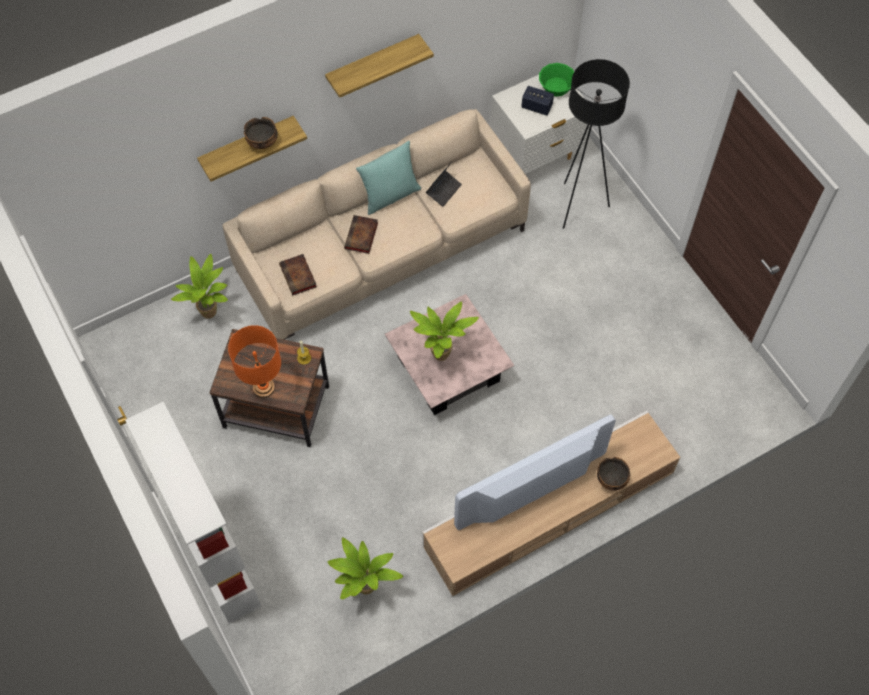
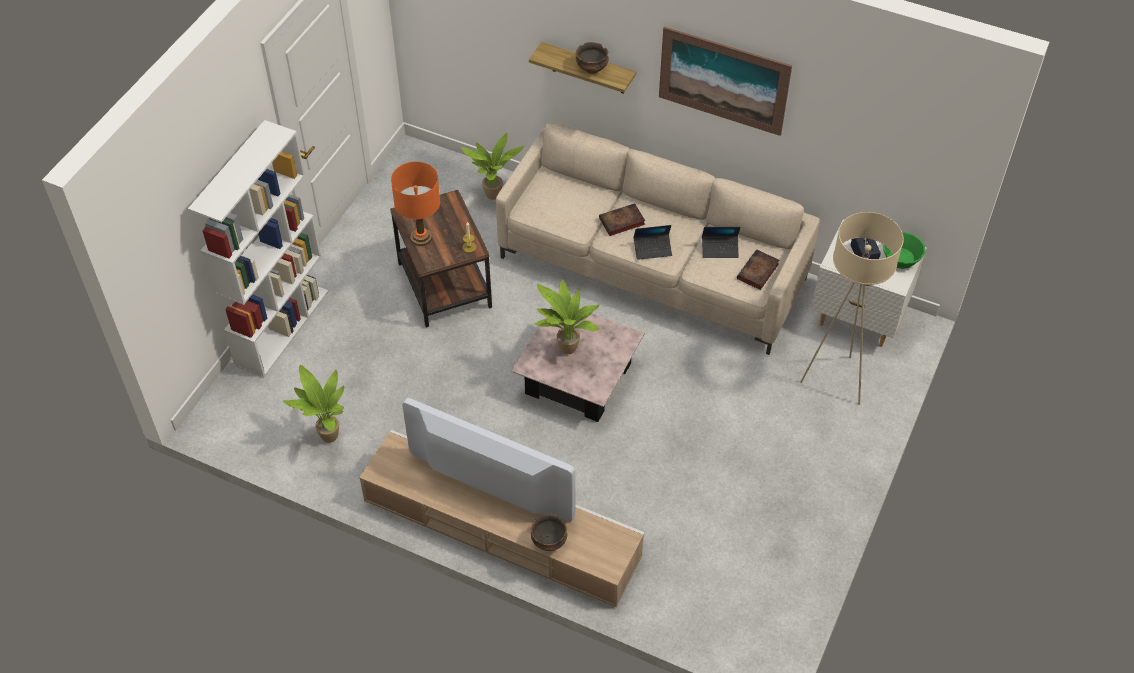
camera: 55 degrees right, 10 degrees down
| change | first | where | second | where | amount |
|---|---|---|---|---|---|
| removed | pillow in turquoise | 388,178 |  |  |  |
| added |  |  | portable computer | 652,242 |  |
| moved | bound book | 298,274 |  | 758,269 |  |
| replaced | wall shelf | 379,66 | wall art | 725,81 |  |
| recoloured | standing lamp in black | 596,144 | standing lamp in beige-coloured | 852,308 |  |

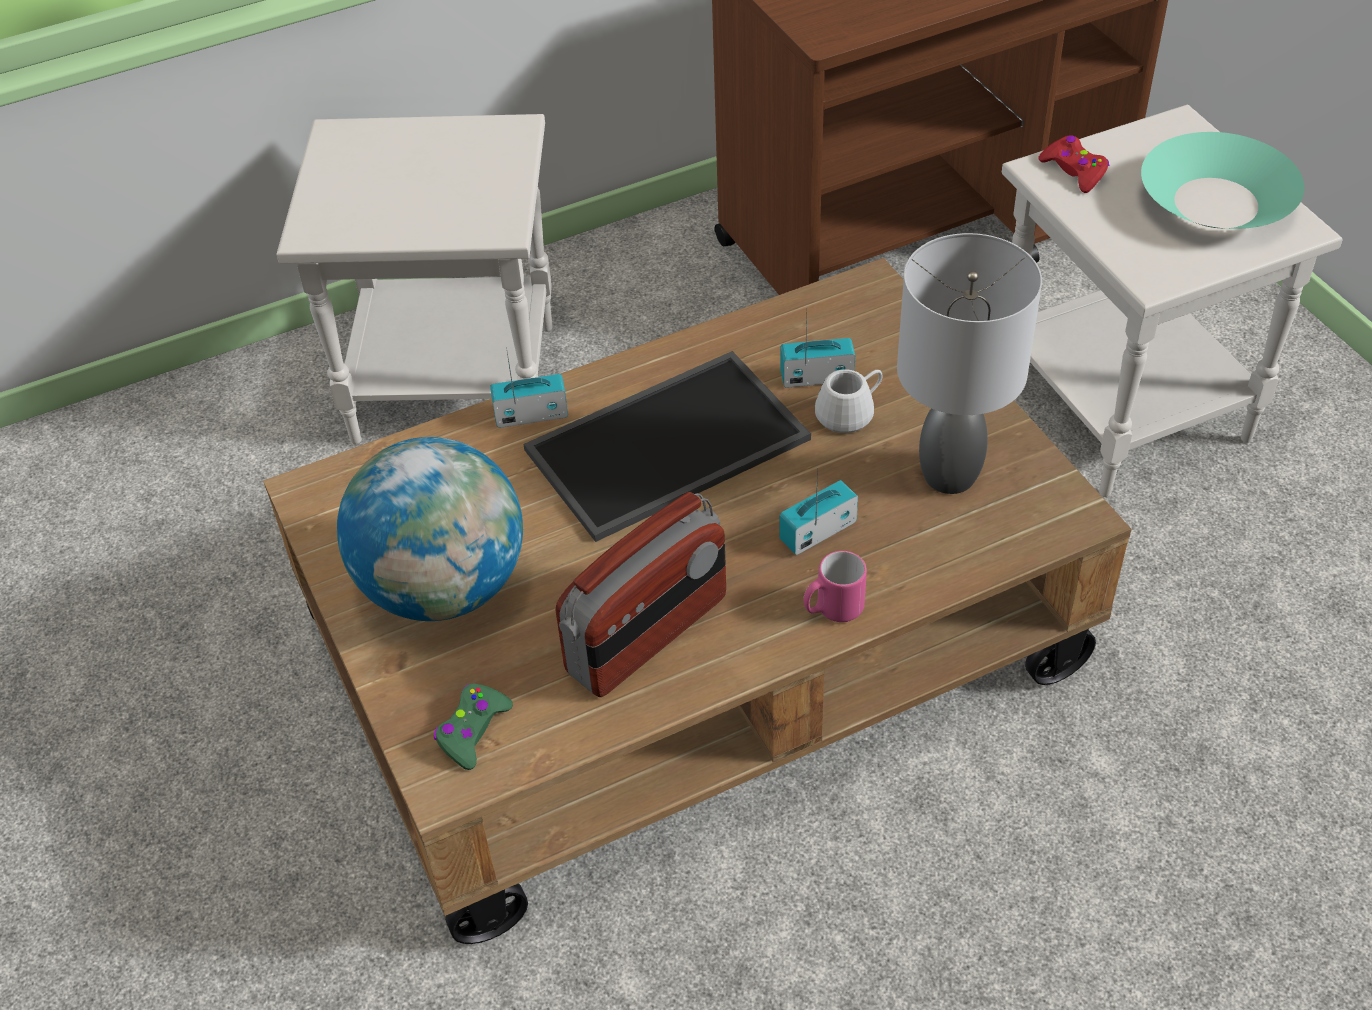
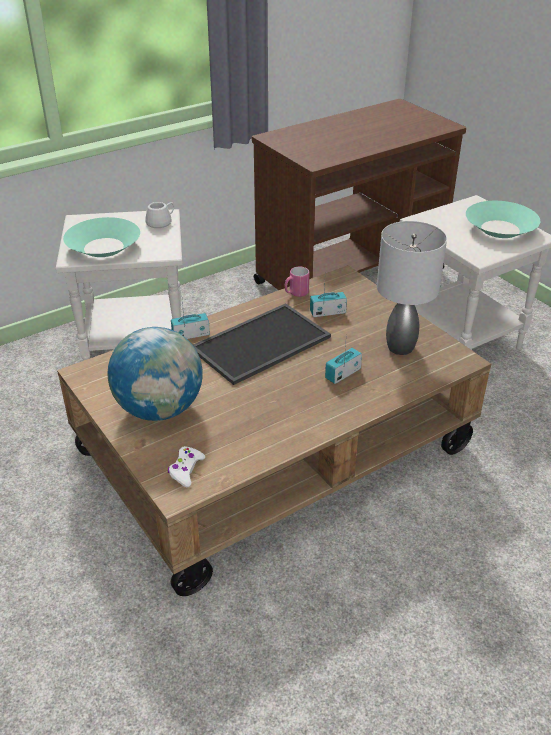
camera: 10 degrees left, 10 degrees down
| change | first | where | second | where | amount |
|---|---|---|---|---|---|
| removed | radio set | 641,594 |  |  |  |
| removed | gamepad in red | 1073,164 |  |  |  |
| added |  |  | bowl in turquoise | 101,237 |  |
| moved | mug in pink | 835,586 |  | 297,282 |  |
| moved | mug in whitish | 848,401 |  | 160,215 |  |
| recoloured | gamepad in green | 473,727 | gamepad in whitish | 186,466 |  |

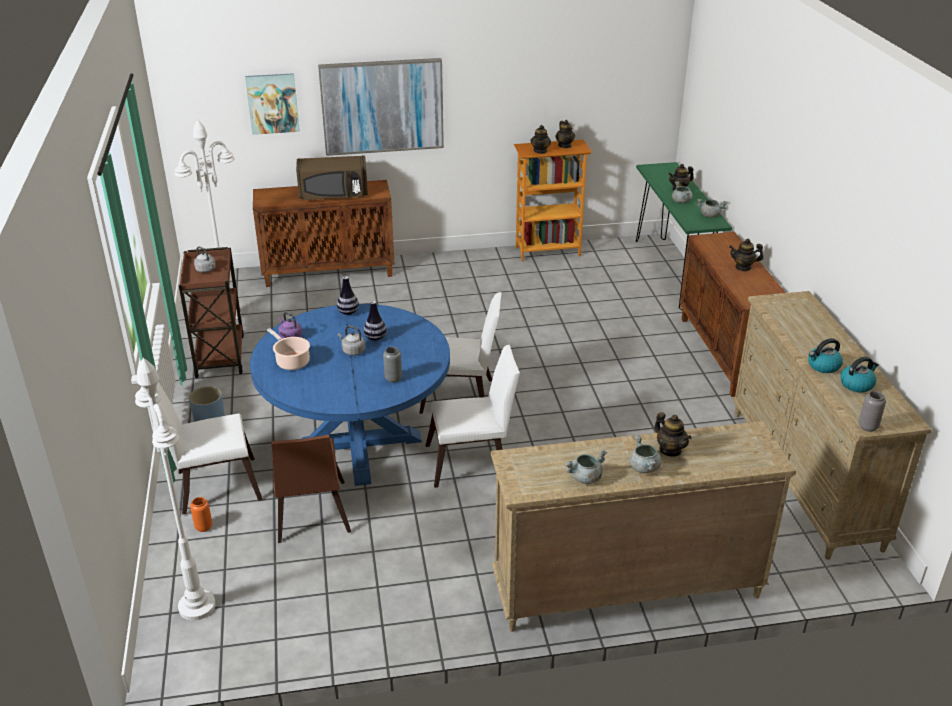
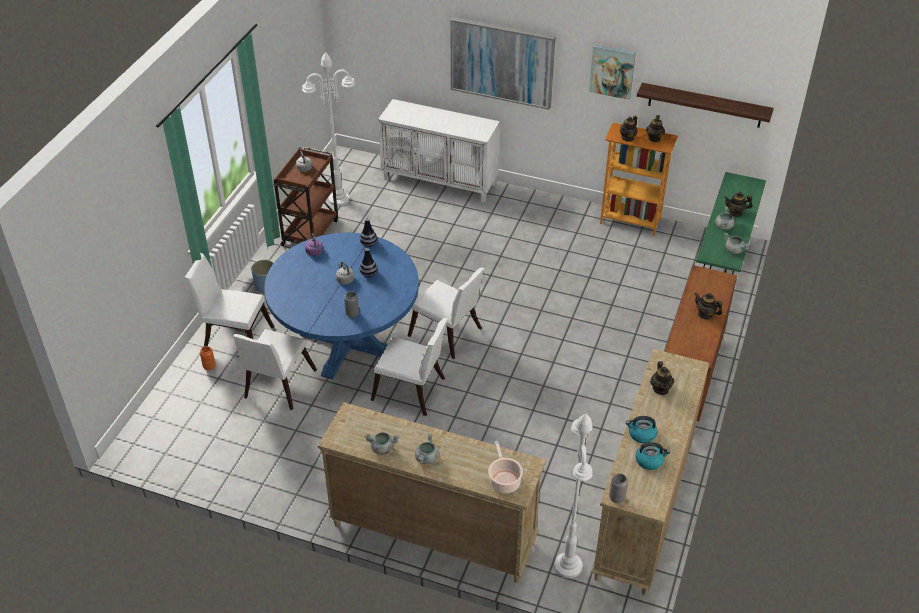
camera: 30 degrees right, 10 degrees up
| change | first | where | second | where | amount |
|---|---|---|---|---|---|
| removed | kitchen microwave in brown | 332,178 |  |  |  |
| added |  |  | wall shelf | 705,105 |  |
| moved | standing lamp in whitish | 175,489 |  | 573,496 |  |
| moved | wall art | 272,104 |  | 612,72 |  |
| moved | stockpot | 288,349 |  | 505,467 |  |
| moved | pot for tea | 672,434 |  | 662,378 |  |
| recoloured | storage cabinet in brown | 324,233 | storage cabinet in whitish | 439,151 |  |
| recoloured | chair in brown | 311,489 | chair in whitish | 275,369 |  |

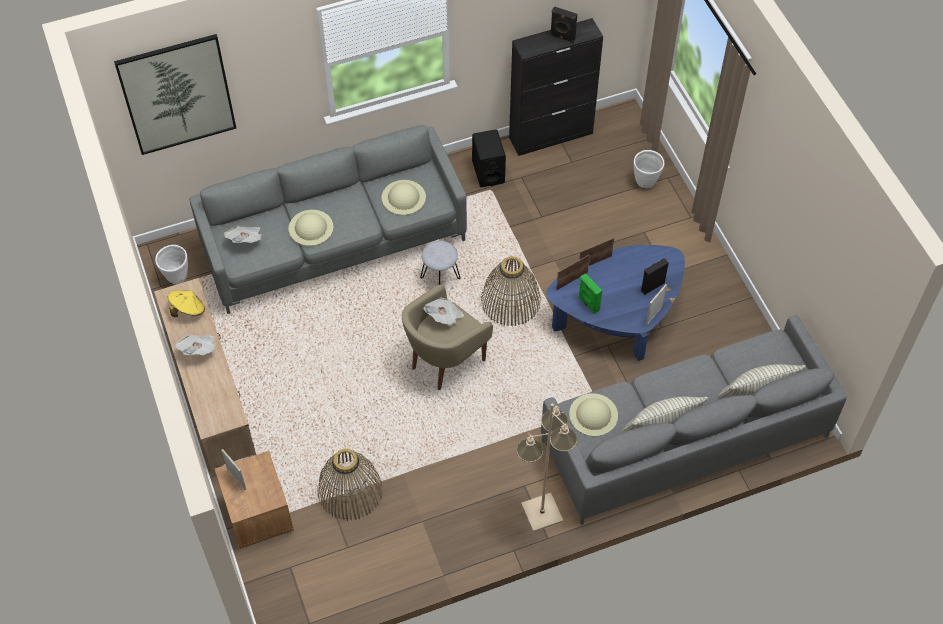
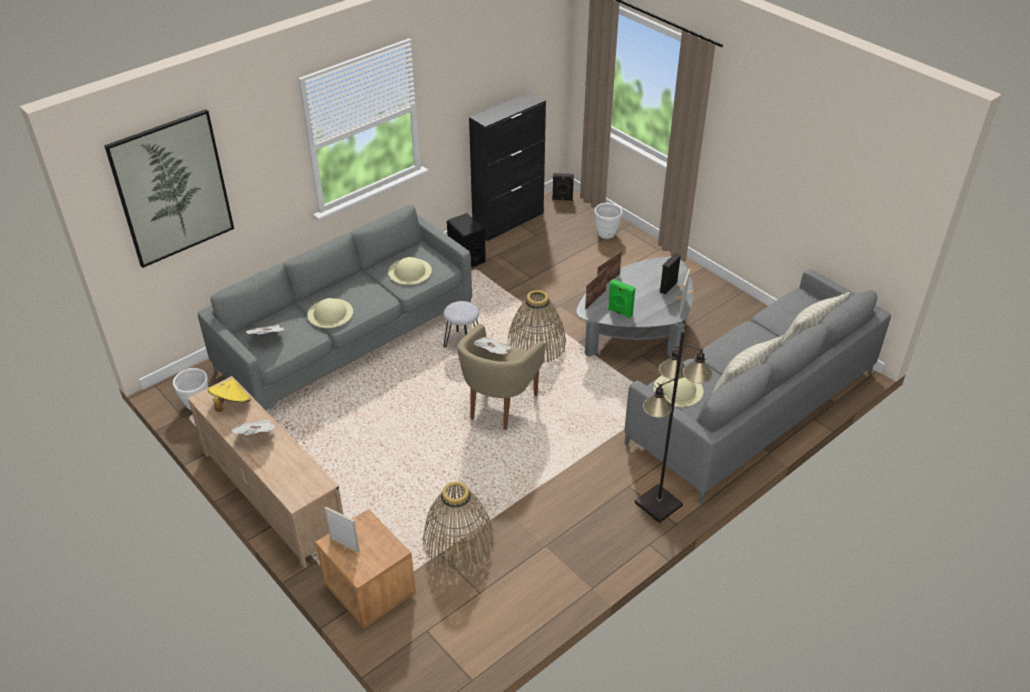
camera: 20 degrees left, 15 degrees down
| change | first | where | second | where | amount |
|---|---|---|---|---|---|
| moved | audio speaker in black | 563,24 |  | 563,187 |  |
| recoloured | standing lamp in beige-coloured | 546,467 | standing lamp in black | 674,426 |  |
| recoloured | low table in blue | 615,303 | low table in gray | 635,306 |  |

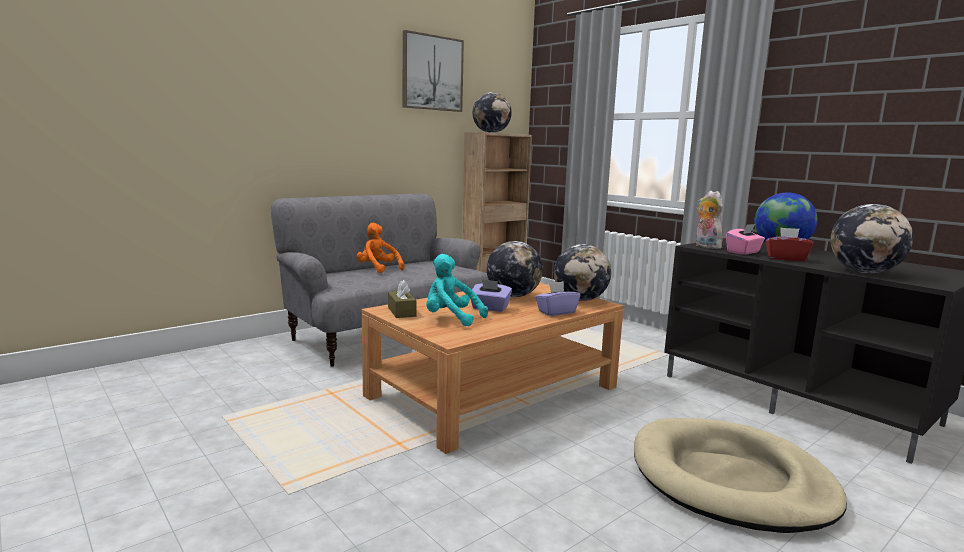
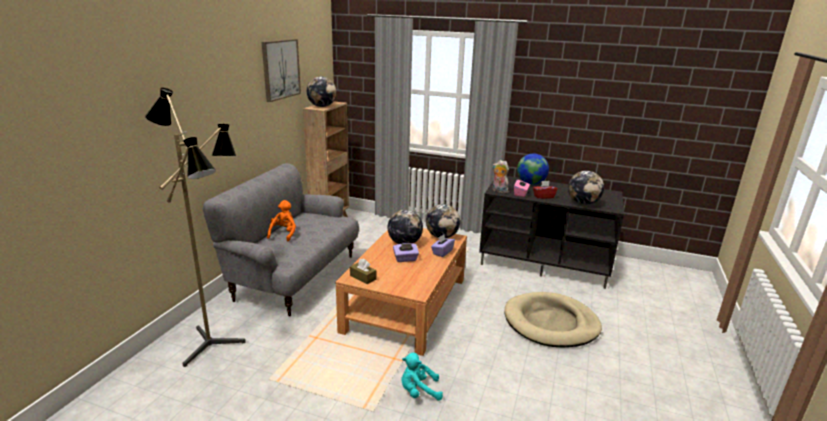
camera: 30 degrees left, 10 degrees up
| change | first | where | second | where | amount |
|---|---|---|---|---|---|
| added |  |  | standing lamp | 195,227 |  |
| moved | plush toy in turquoise | 457,290 |  | 422,377 |  |
| turned | plush toy in orange-coloured | 380,248 |  | 281,220 | 90 degrees clockwise |

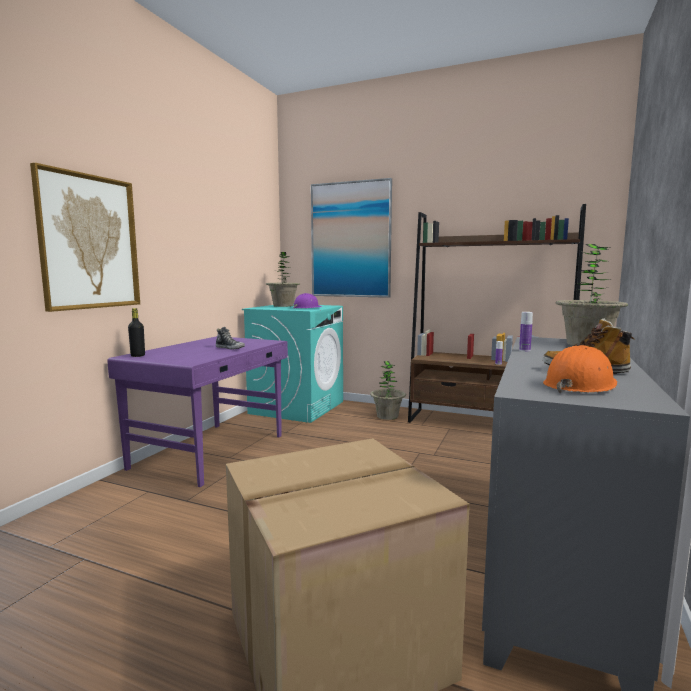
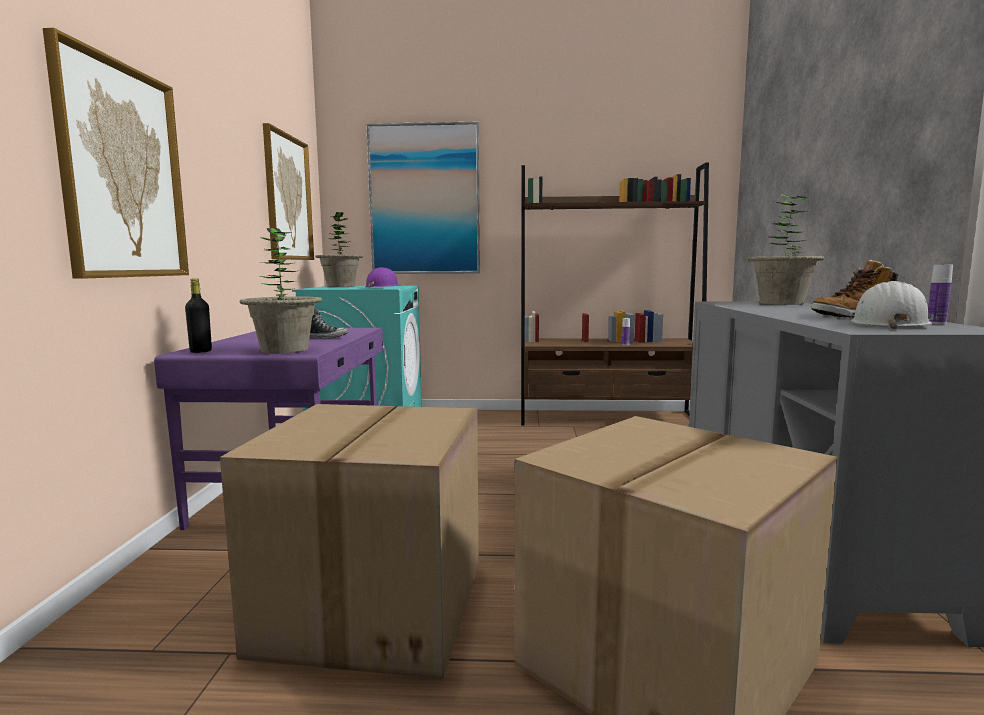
camera: 20 degrees left, 0 degrees up
| change | first | where | second | where | amount |
|---|---|---|---|---|---|
| added |  |  | packing box | 349,541 |  |
| added |  |  | wall art | 288,191 |  |
| moved | potted plant | 388,390 |  | 280,291 |  |
| moved | drink bottle | 526,331 |  | 940,294 |  |
| recoloured | hard hat in orange-coloured | 580,369 | hard hat in whitish | 892,305 |  |

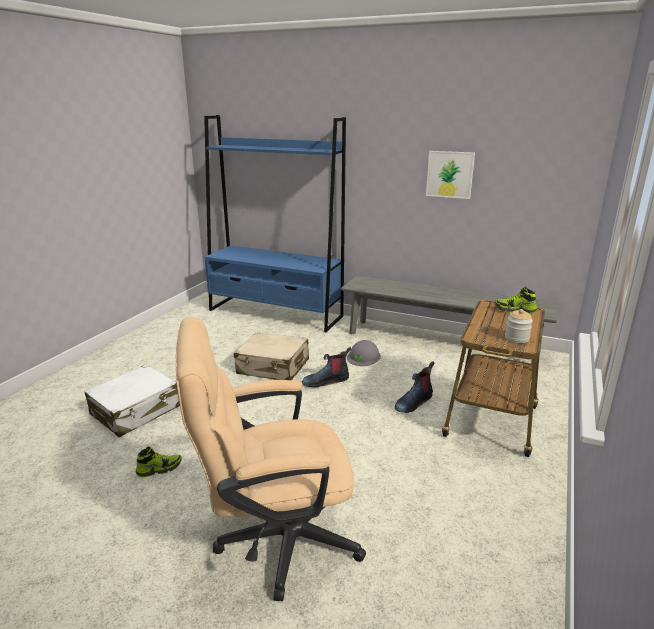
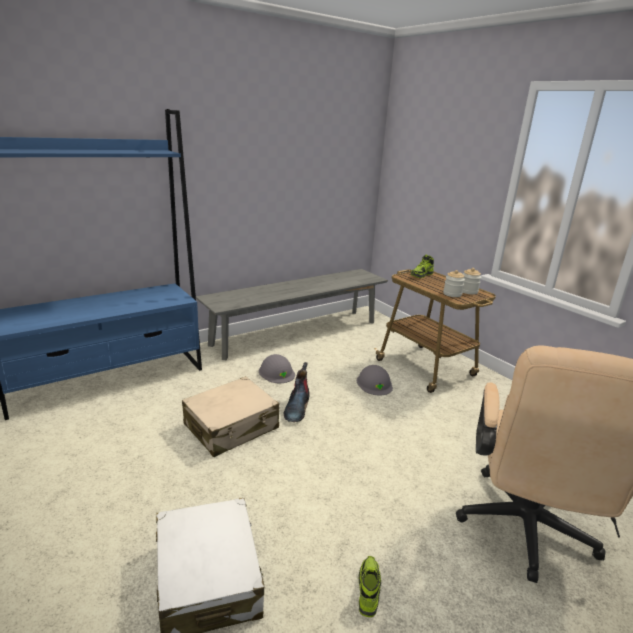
camera: 60 degrees left, 0 degrees up
| change | first | where | second | where | amount |
|---|---|---|---|---|---|
| removed | wall art | 450,175 |  |  |  |
| added |  |  | storage jar | 454,283 |  |
| replaced | boot | 414,387 | hard hat in gray | 375,380 |  |

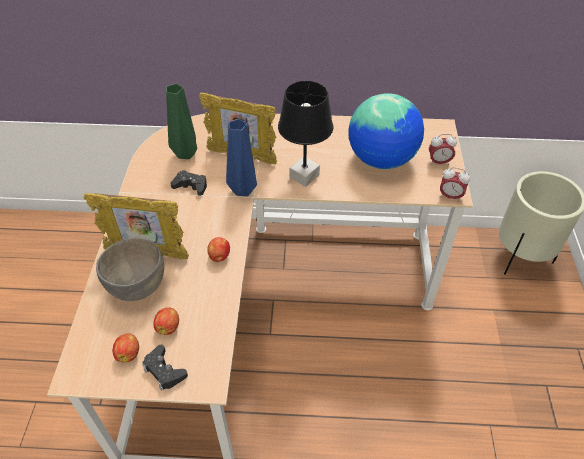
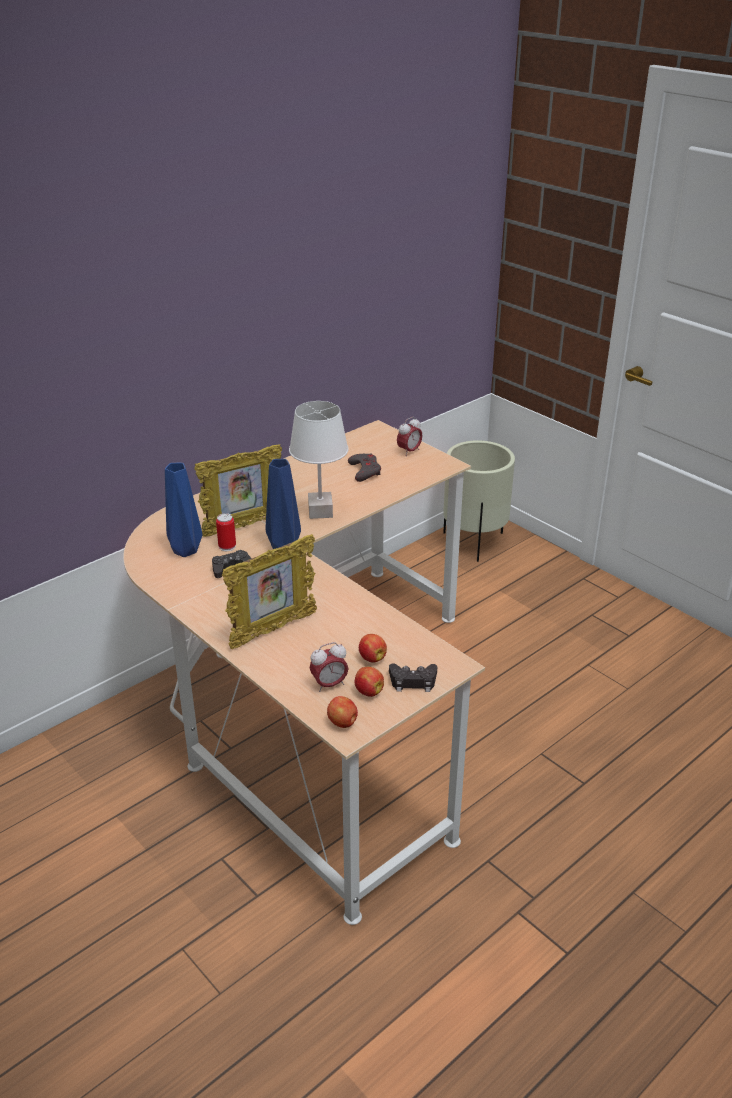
camera: 45 degrees left, 15 degrees down
| change | first | where | second | where | amount |
|---|---|---|---|---|---|
| removed | bowl in gray | 130,269 |  |  |  |
| added |  |  | metal can | 226,532 |  |
| moved | apple fruit | 218,249 |  | 342,712 |  |
| moved | alarm clock | 455,184 |  | 329,667 |  |
| replaced | desk globe | 386,131 | gamepad in gray | 364,467 |  |
| recoloured | vase in green | 181,121 | vase in blue | 183,510 |  |
| recoloured | table lamp in black | 305,134 | table lamp in whitish | 319,460 |  |

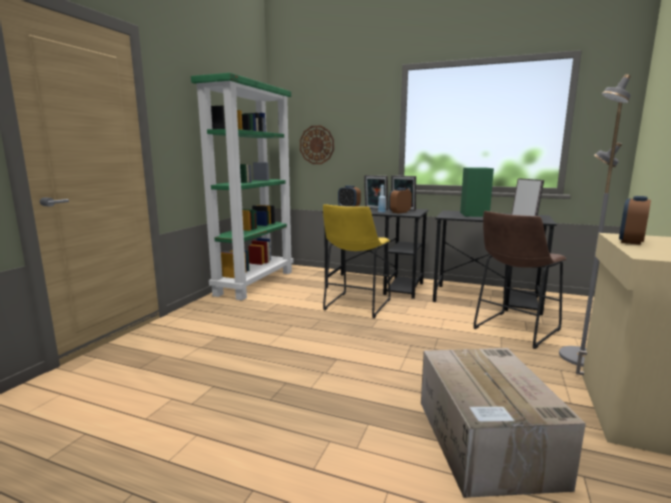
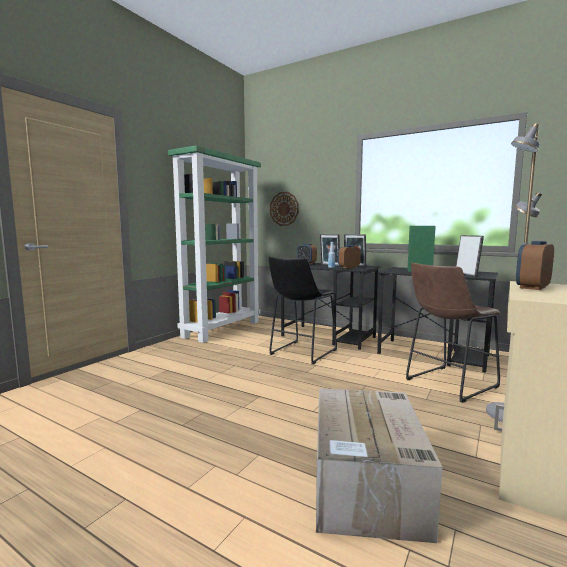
camera: 10 degrees right, 5 degrees down
| change | first | where | second | where | amount |
|---|---|---|---|---|---|
| recoloured | stool seat in yellow | 357,261 | stool seat in black | 303,310 |  |

